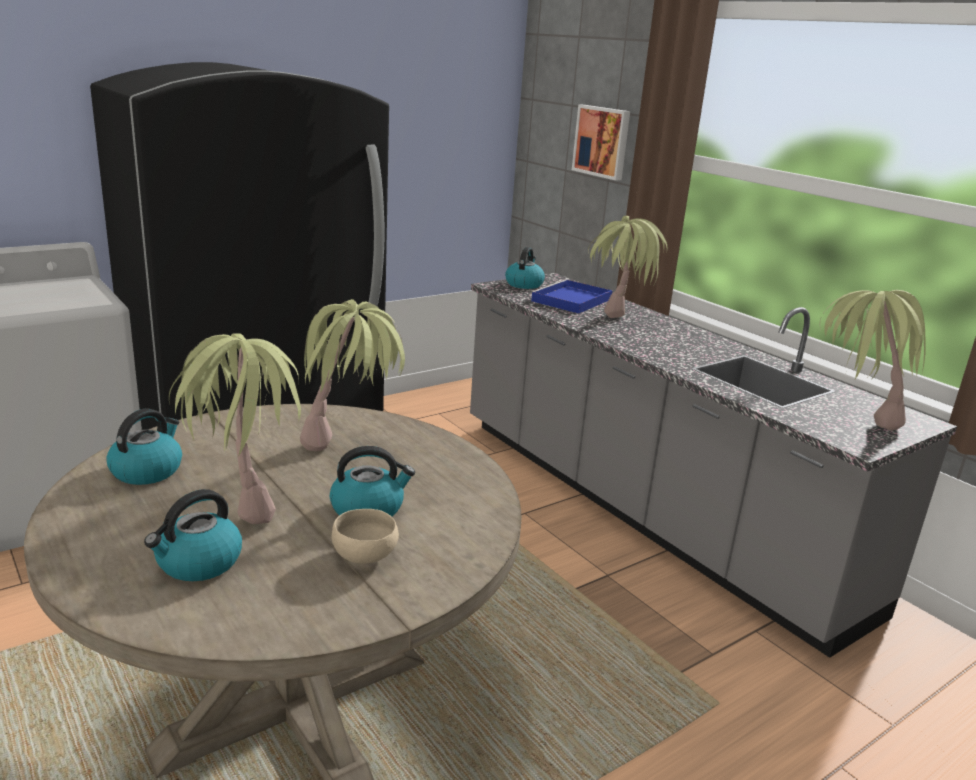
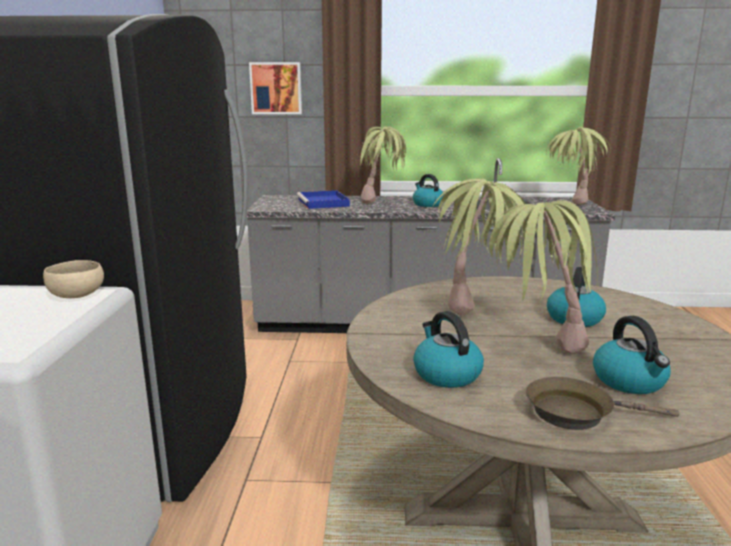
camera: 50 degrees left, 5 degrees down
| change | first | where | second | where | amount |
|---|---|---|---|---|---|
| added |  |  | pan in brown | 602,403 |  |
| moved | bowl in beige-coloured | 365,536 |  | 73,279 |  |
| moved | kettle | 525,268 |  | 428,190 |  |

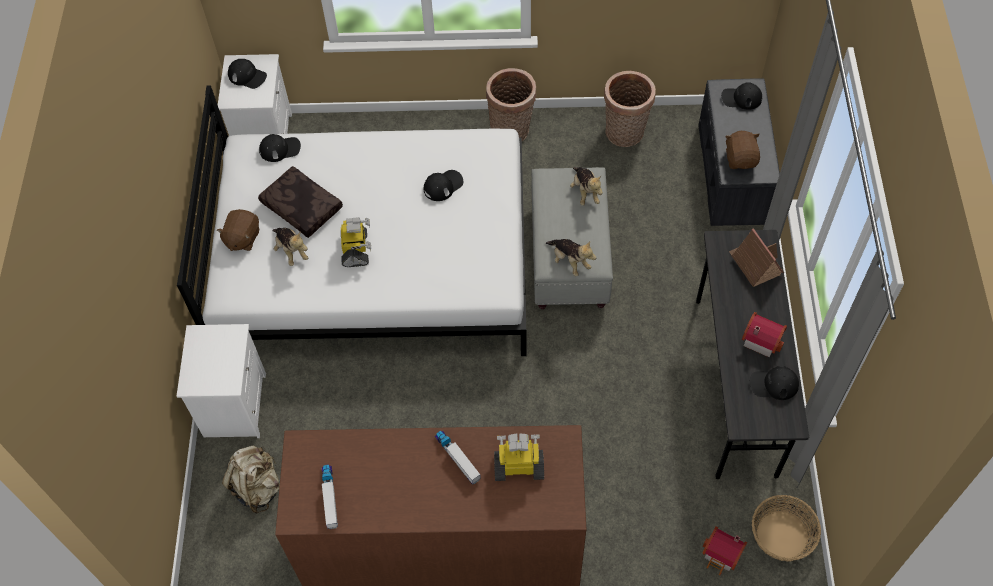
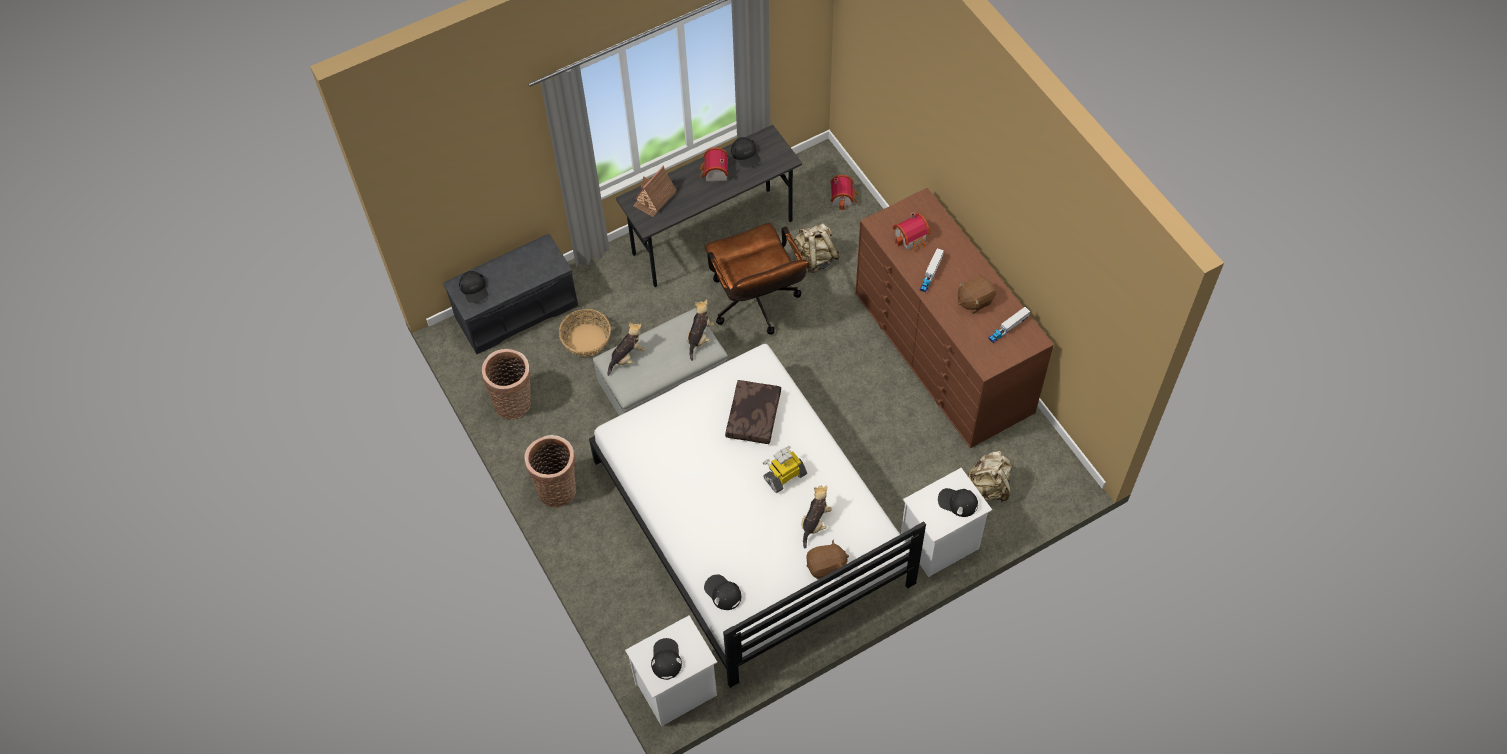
camera: 120 degrees left, 0 degrees up
| change | first | where | second | where | amount |
|---|---|---|---|---|---|
| added |  |  | computer chair in brown | 756,279 |  |
| added |  |  | backpack in beige-coloured | 817,248 |  |
| moved | pillow in brown | 300,202 |  | 753,412 |  |
| moved | baseball cap in black | 443,185 |  | 958,502 |  |
| moved | plush toy in brown | 742,150 |  | 977,294 |  |
| moved | basket | 786,528 |  | 585,333 |  |
| replaced | robot figure | 519,457 | miniature house | 911,232 |  |

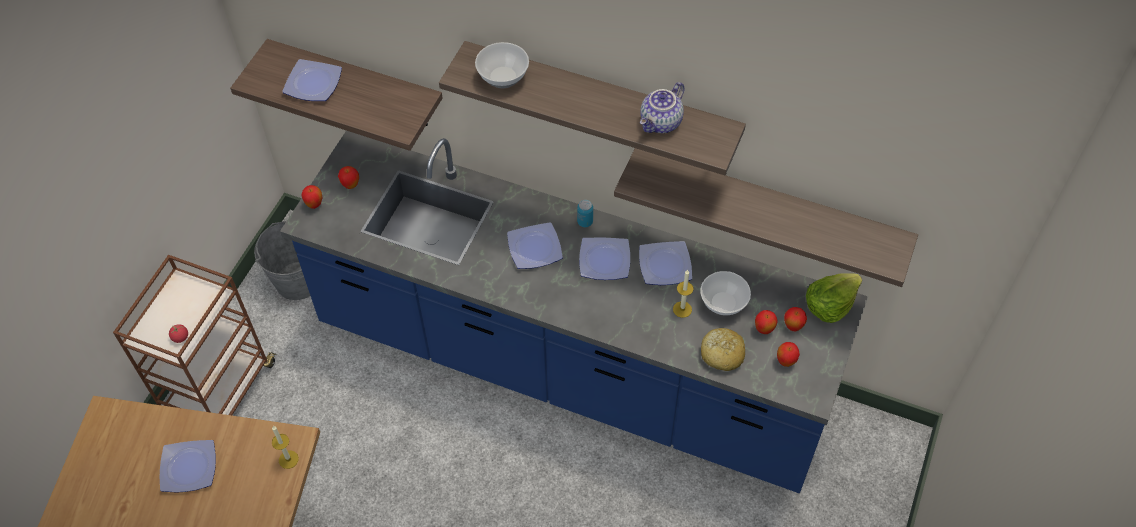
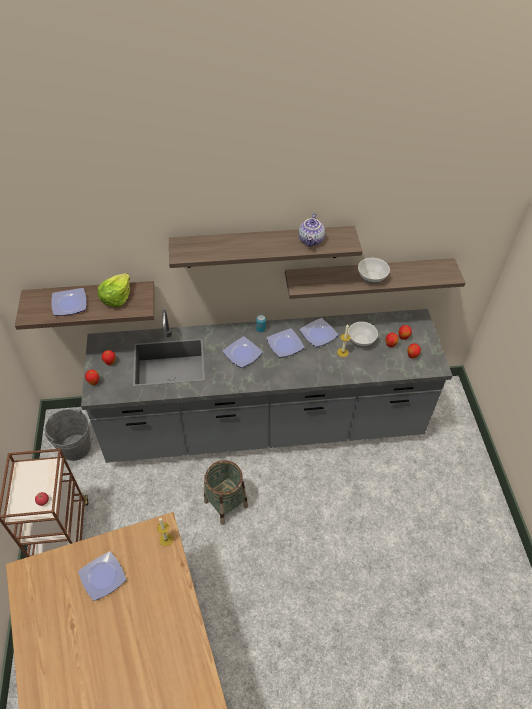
camera: 30 degrees left, 5 degrees down
| change | first | where | second | where | amount |
|---|---|---|---|---|---|
| removed | bread | 723,349 |  |  |  |
| added |  |  | basket | 226,492 |  |
| moved | bowl | 502,65 |  | 374,271 |  |
| moved | lettuce head | 834,298 |  | 114,290 |  |
| recoloured | kitchen base unit in blue | 574,312 | kitchen base unit in gray | 267,386 |  |

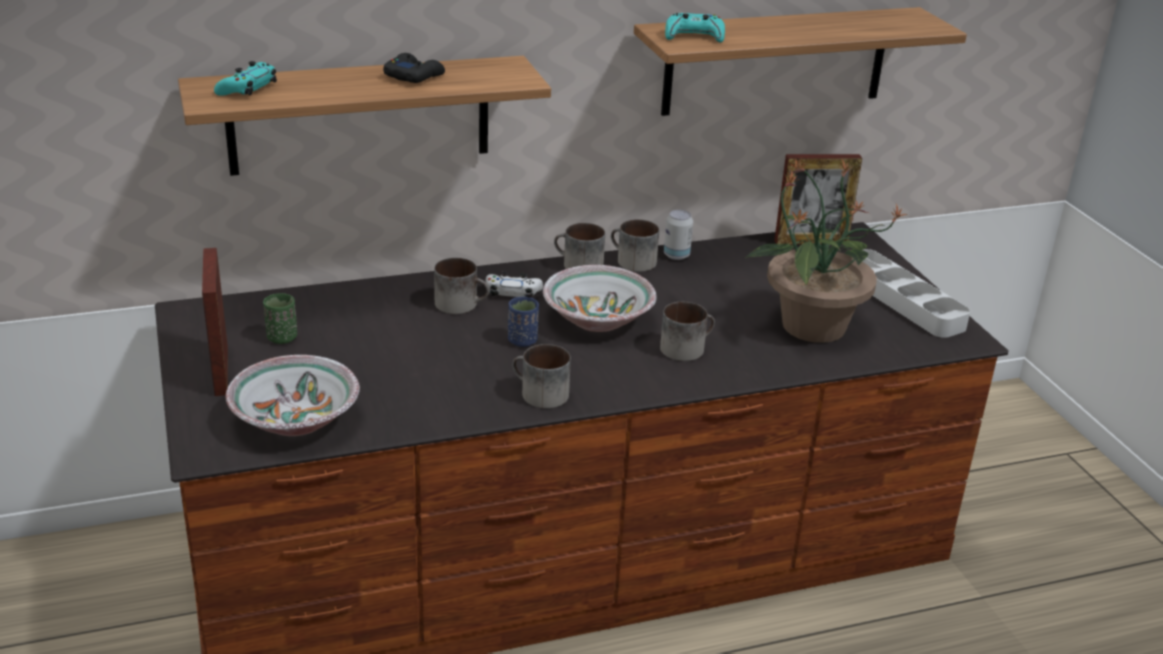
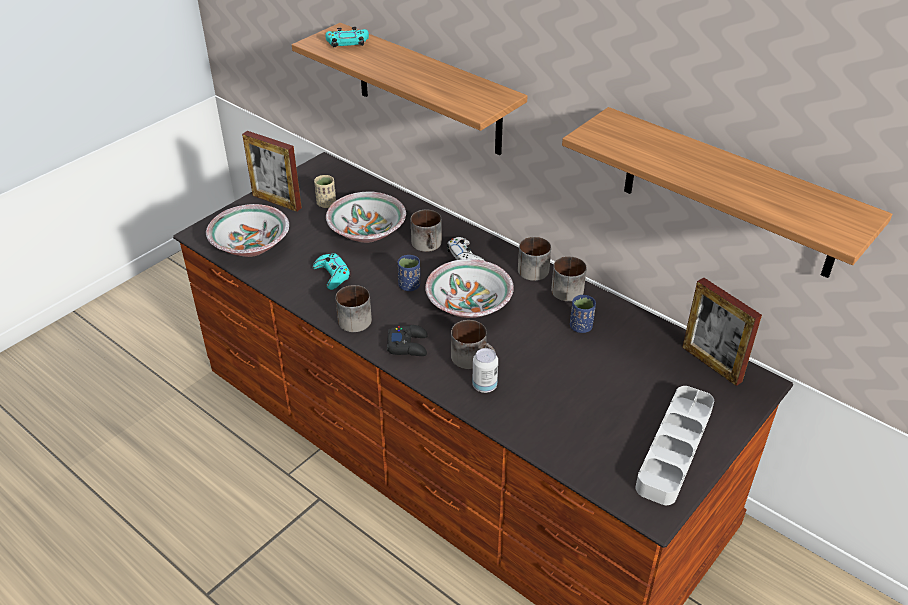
camera: 60 degrees right, 10 degrees up
| change | first | where | second | where | amount |
|---|---|---|---|---|---|
| removed | potted plant | 826,250 |  |  |  |
| added |  |  | bowl | 366,217 |  |
| added |  |  | small cup in blue | 583,314 |  |
| moved | gamepad in black | 414,68 |  | 407,340 |  |
| moved | metal can | 678,235 |  | 485,370 |  |
| moved | gamepad in turquoise | 695,27 |  | 332,271 |  |
| recoloured | small cup in green | 280,318 | small cup in beige-coloured | 325,191 |  |
| turned | picture frame | 215,322 |  | 272,171 | 105 degrees counterclockwise |

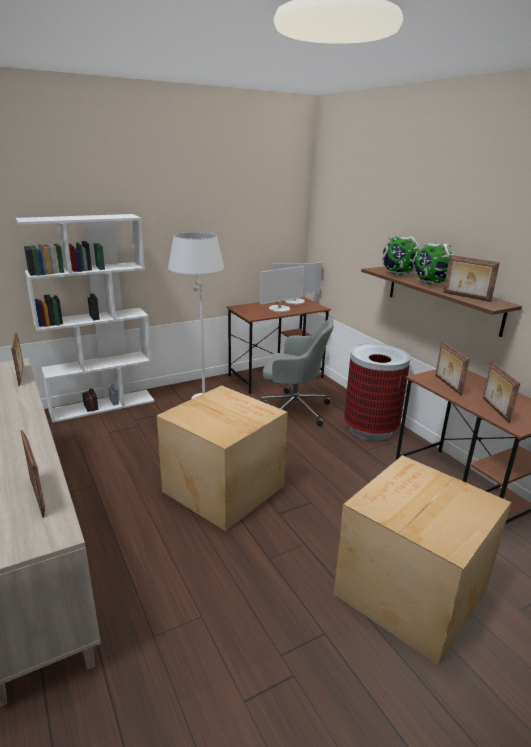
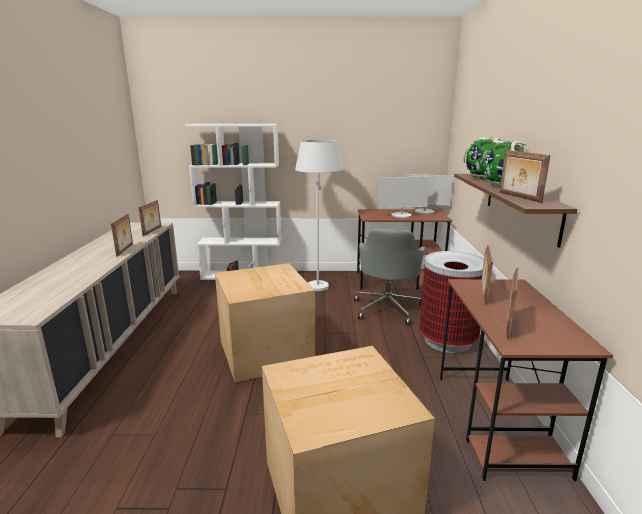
camera: 30 degrees right, 5 degrees down
| change | first | where | second | where | amount |
|---|---|---|---|---|---|
| moved | picture frame | 32,474 |  | 122,235 |  |
| turned | computer chair in gray | 297,372 |  | 389,277 | 60 degrees clockwise |

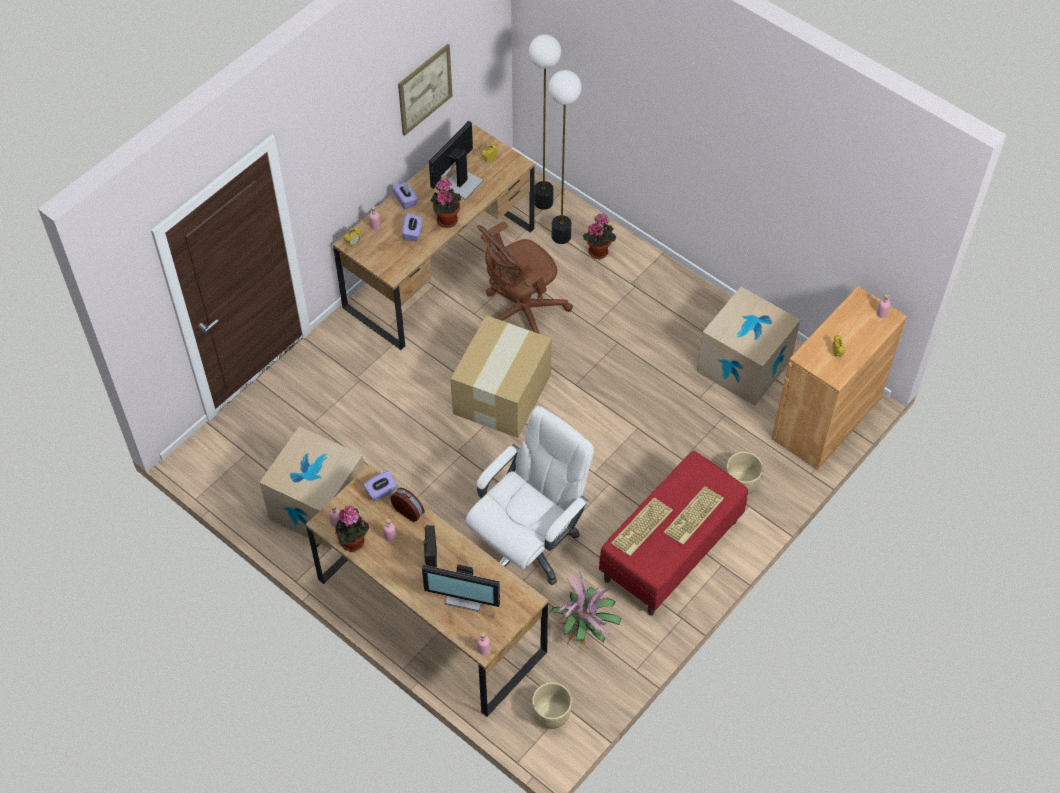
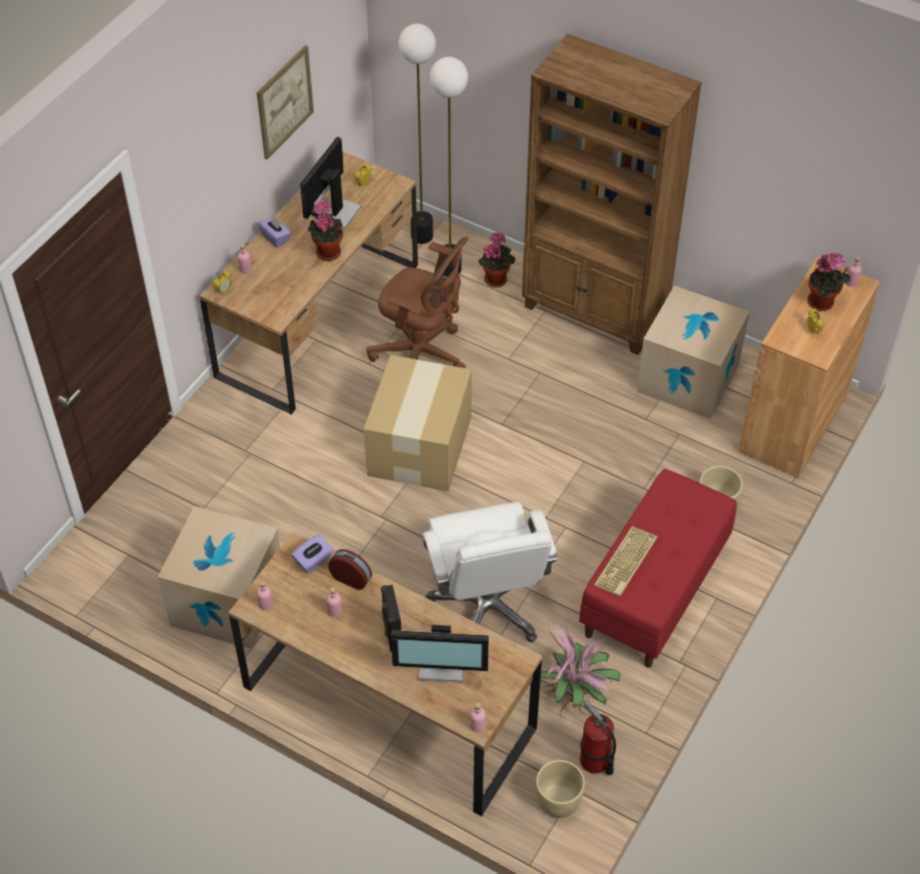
camera: 10 degrees left, 5 degrees down
| change | first | where | second | where | amount |
|---|---|---|---|---|---|
| removed | tissue holder in purplish | 412,227 |  |  |  |
| removed | computer keyboard | 693,515 |  |  |  |
| added |  |  | bookshelf in brown | 612,194 |  |
| added |  |  | extinguisher | 598,737 |  |
| moved | potted plant | 352,529 |  | 829,281 |  |
| turned | computer chair in whitish | 529,495 |  | 490,572 | 135 degrees clockwise |
| turned | computer chair in brown | 525,277 |  | 417,302 | 105 degrees counterclockwise |

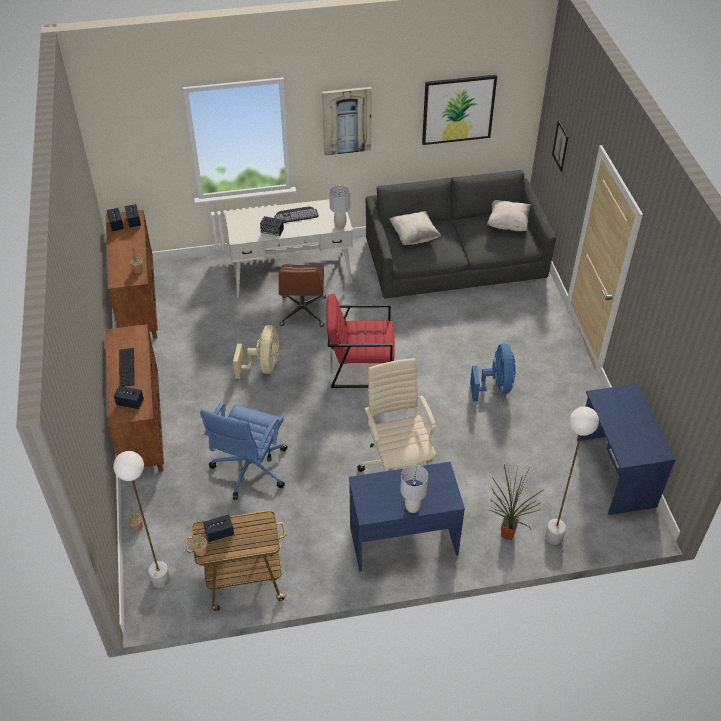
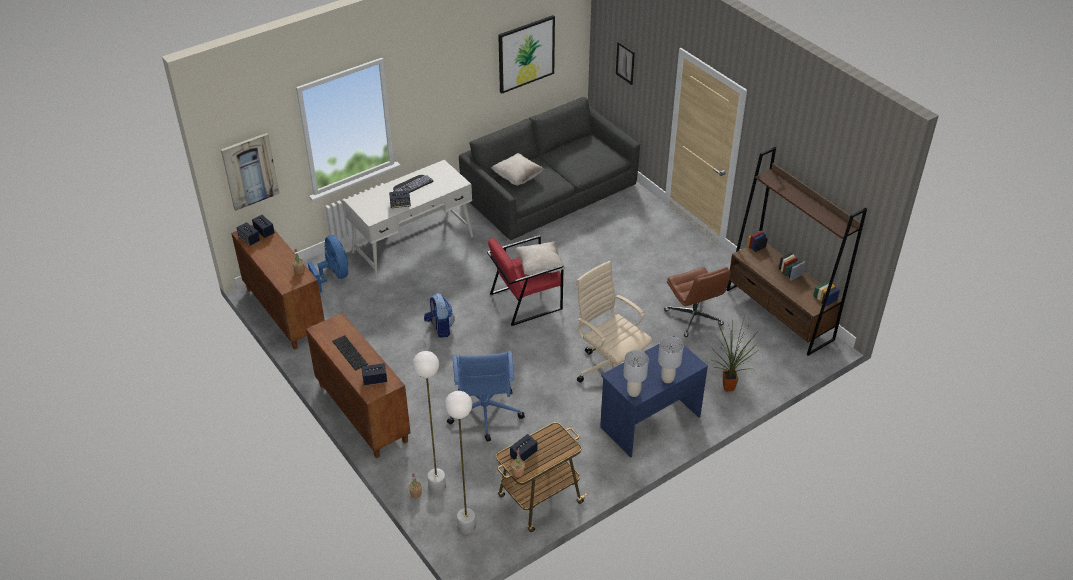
camera: 25 degrees left, 5 degrees down
| change | first | where | second | where | amount |
|---|---|---|---|---|---|
| moved | computer chair in brown | 302,295 |  | 697,302 |  |
| moved | wall art | 347,121 |  | 250,172 |  |
| moved | table lamp in gray | 339,206 |  | 636,373 |  |
| moved | fan in blue | 493,372 |  | 328,264 |  |
| moved | pillow in beige-coloured | 509,215 |  | 540,258 |  |
| moved | standing lamp in whitish | 572,475 |  | 429,422 |  |
| replaced | fan in beige-coloured | 256,352 | backpack | 439,315 |  |
| replaced | desk table in blue | 626,449 | bookshelf in brown | 797,251 |  |

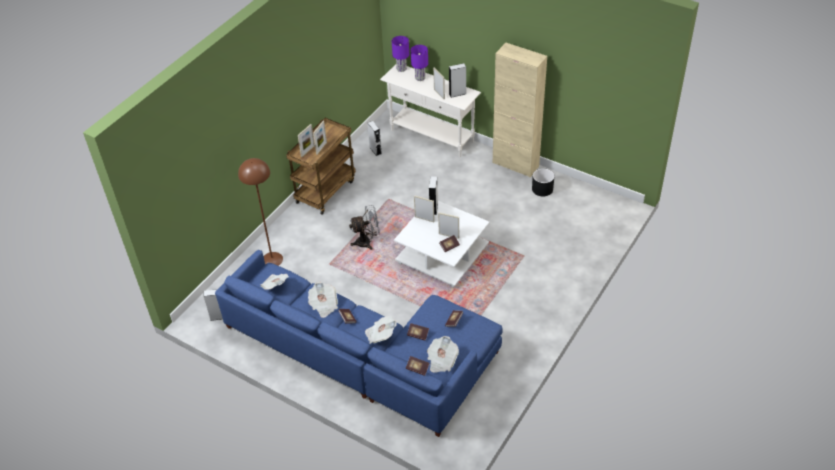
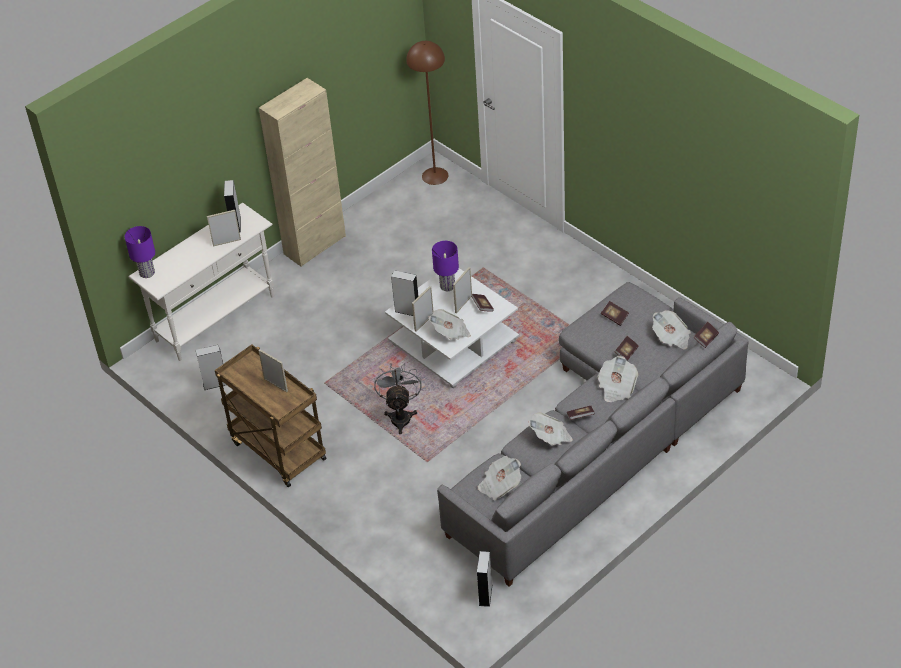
camera: 75 degrees left, 0 degrees up
| change | first | where | second | where | amount |
|---|---|---|---|---|---|
| removed | picture frame | 306,140 |  |  |  |
| removed | flower pot in black | 543,182 |  |  |  |
| added |  |  | newspaper | 450,324 |  |
| moved | standing lamp in brown | 260,212 |  | 427,113 |  |
| moved | table lamp in purplish | 419,63 |  | 445,266 |  |
| recoloured | sofa in blue | 359,343 | sofa in gray | 593,434 |  |

